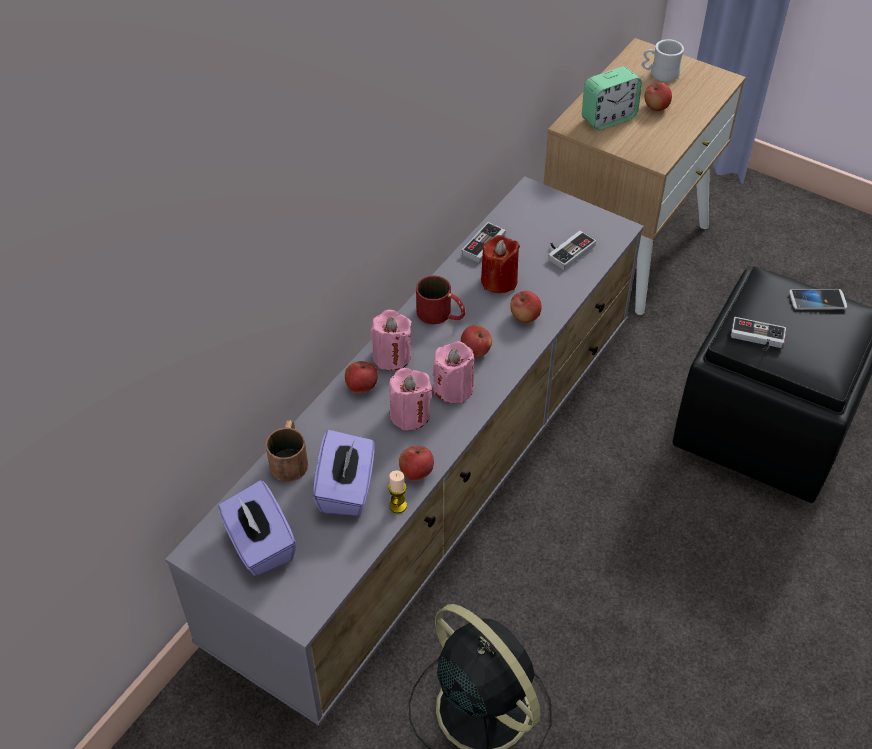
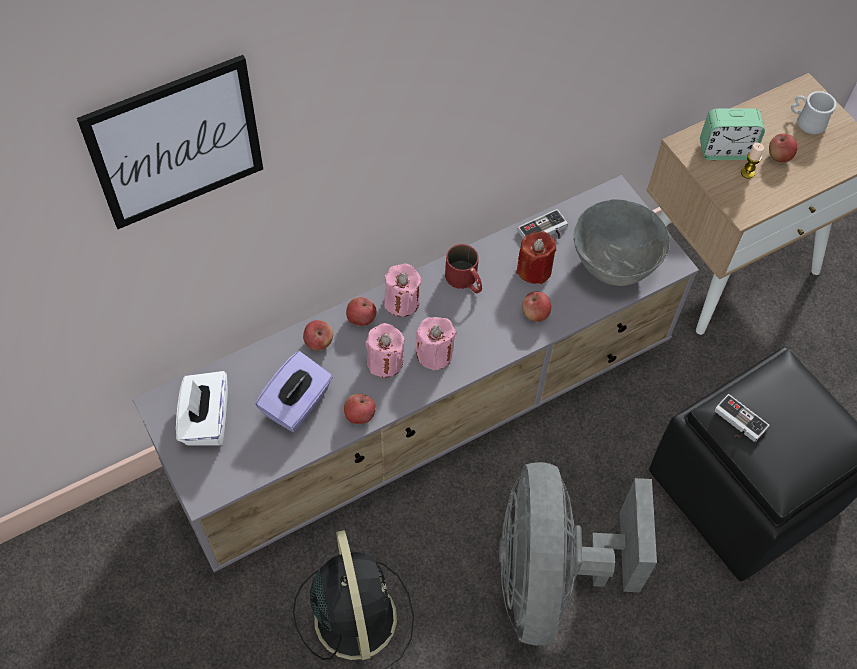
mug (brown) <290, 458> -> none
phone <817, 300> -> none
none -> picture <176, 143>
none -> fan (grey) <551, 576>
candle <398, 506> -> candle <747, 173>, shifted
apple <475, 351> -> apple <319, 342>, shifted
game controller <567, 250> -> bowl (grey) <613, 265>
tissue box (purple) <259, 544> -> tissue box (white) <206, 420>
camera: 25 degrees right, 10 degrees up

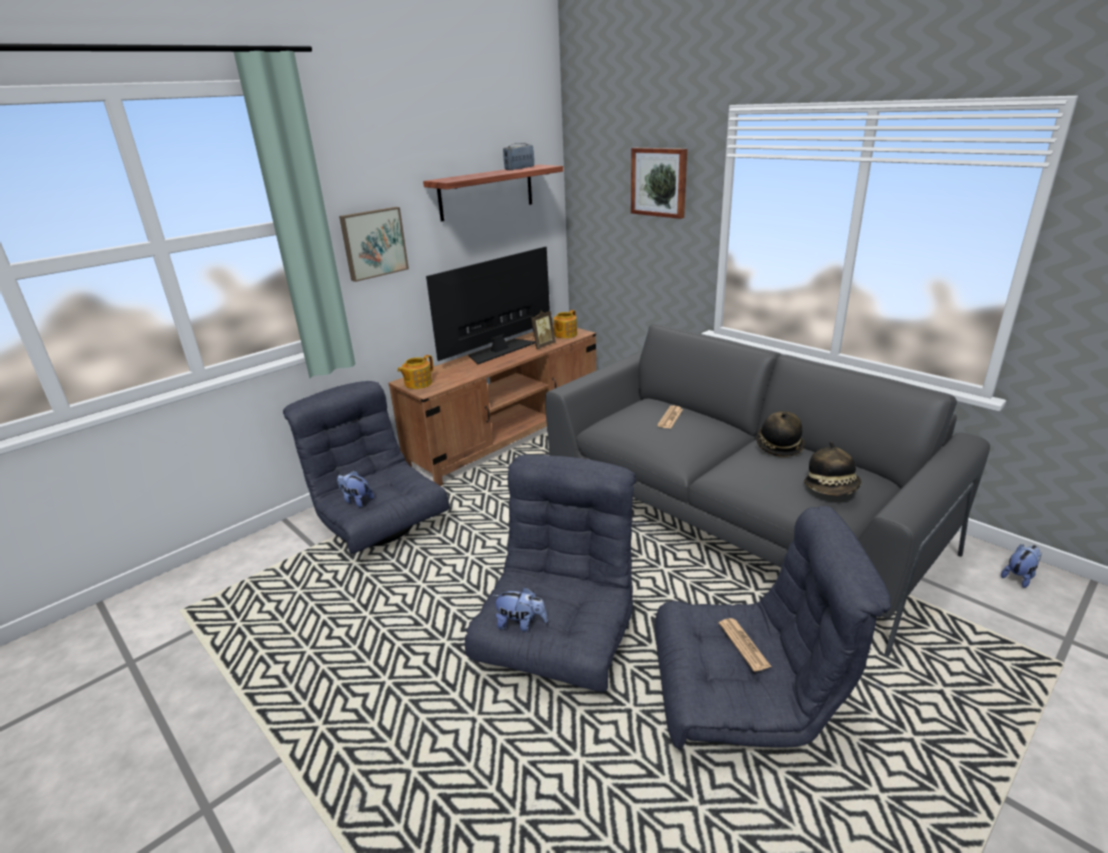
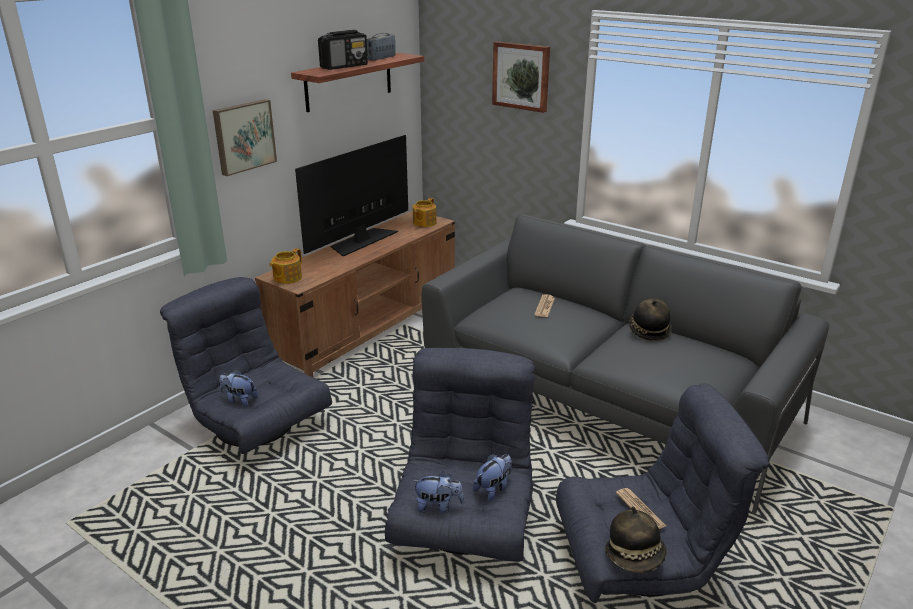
picture frame <542, 346> -> none
none -> radio <344, 66>
hat <831, 488> -> hat <635, 556>, shifted
plush toy <1019, 577> -> plush toy <493, 489>, shifted
camera: 10 degrees left, 0 degrees up

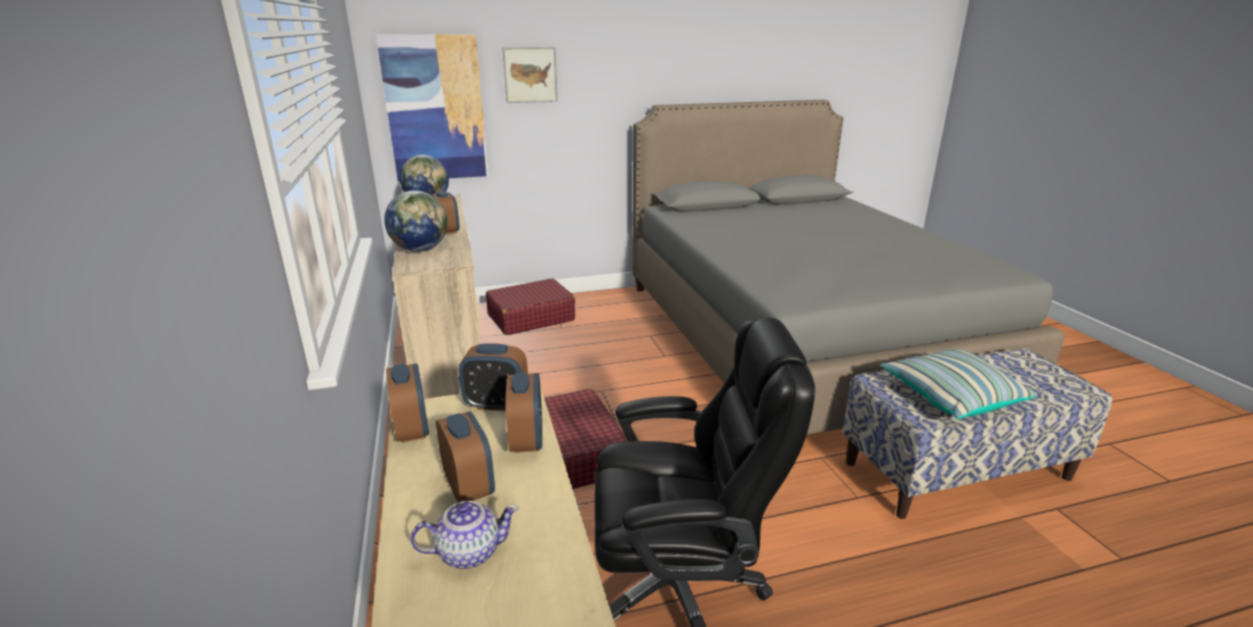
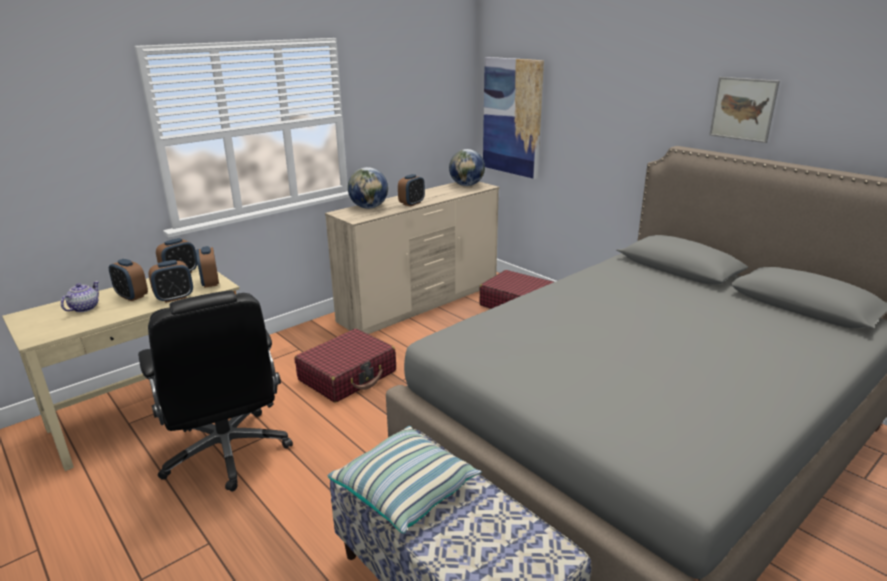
picture <530, 75> -> picture <743, 109>, shifted
teapot <468, 552> -> teapot <84, 308>, 120 degrees counterclockwise
alarm clock <469, 487> -> alarm clock <132, 296>, 90 degrees clockwise
camera: 65 degrees right, 0 degrees up

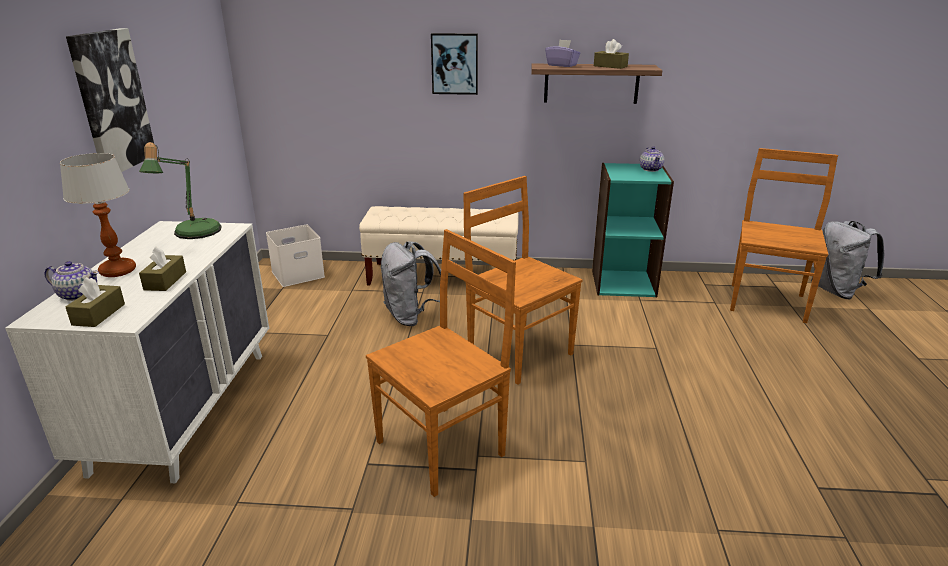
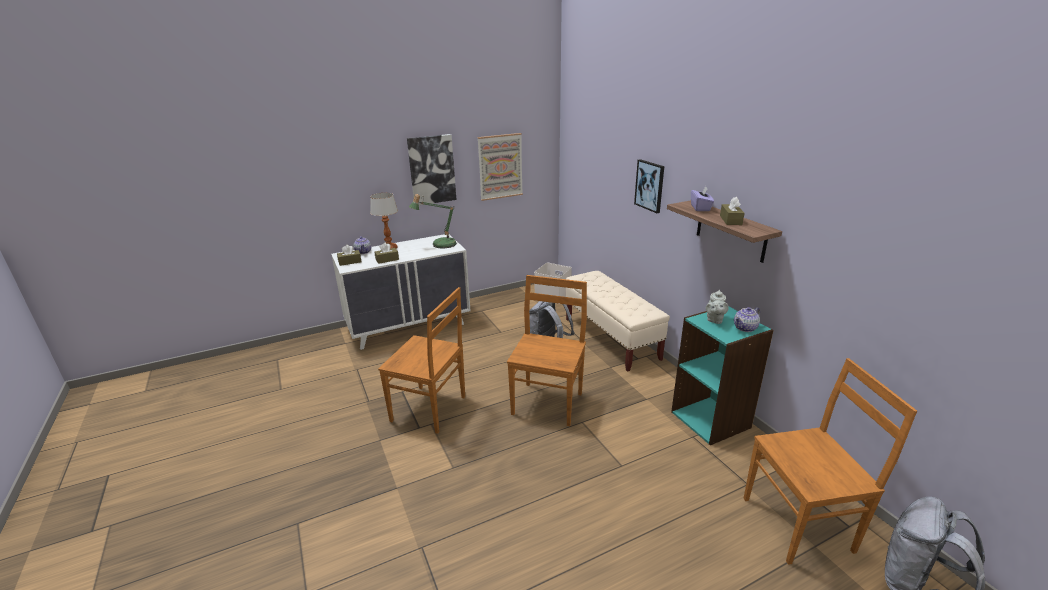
none -> picture <500, 166>
none -> teapot (grey) <714, 320>
camera: 60 degrees right, 0 degrees up

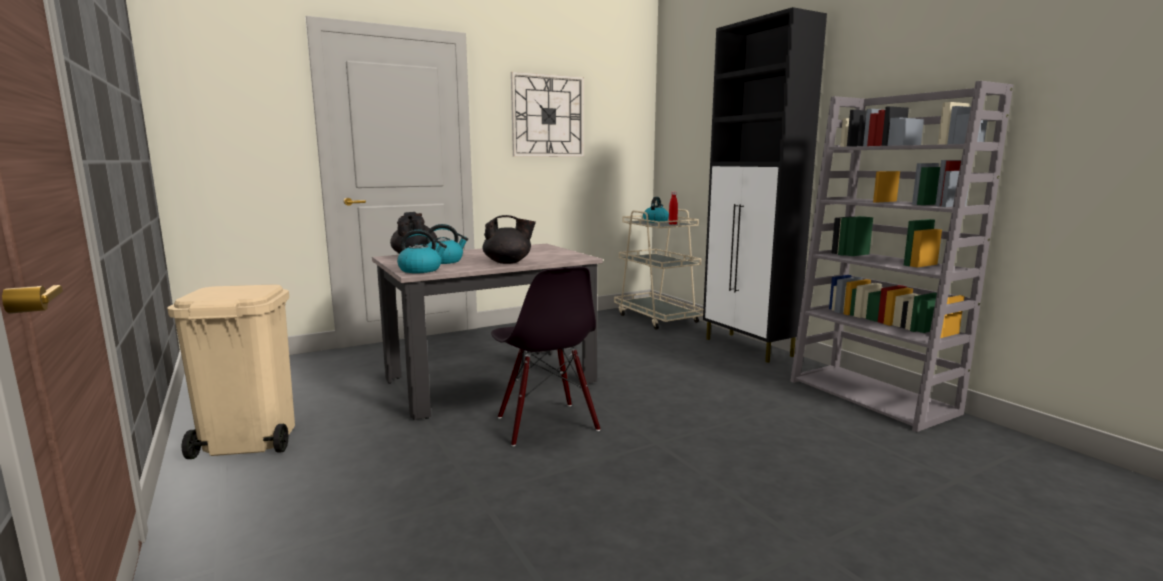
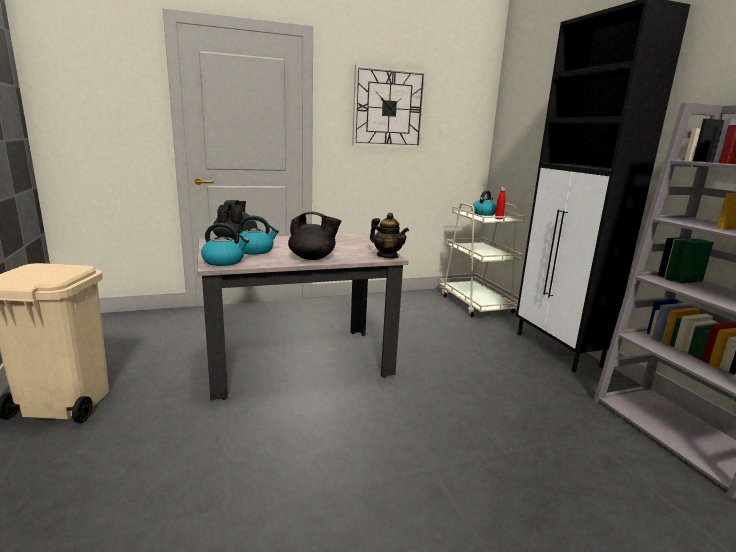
chair (black) <546, 424> -> none
none -> teapot <387, 256>
camera: 10 degrees right, 5 degrees up

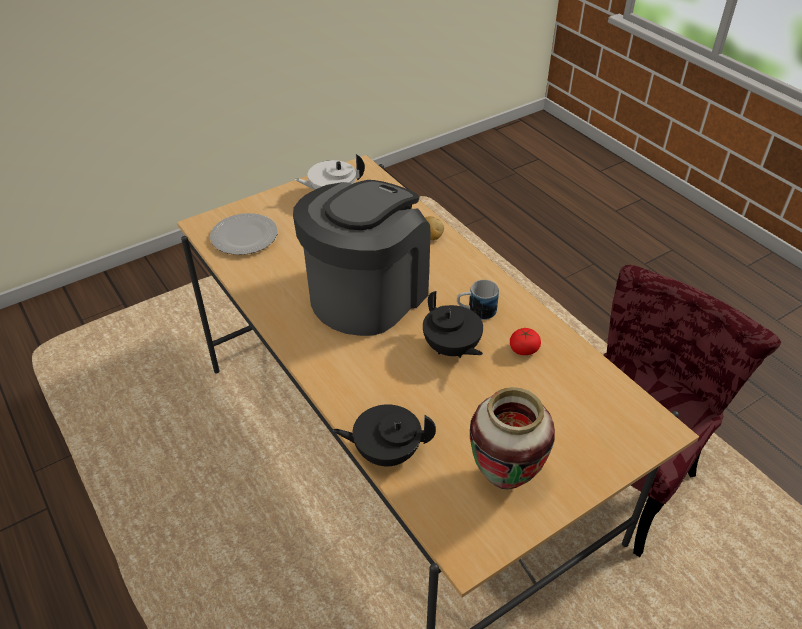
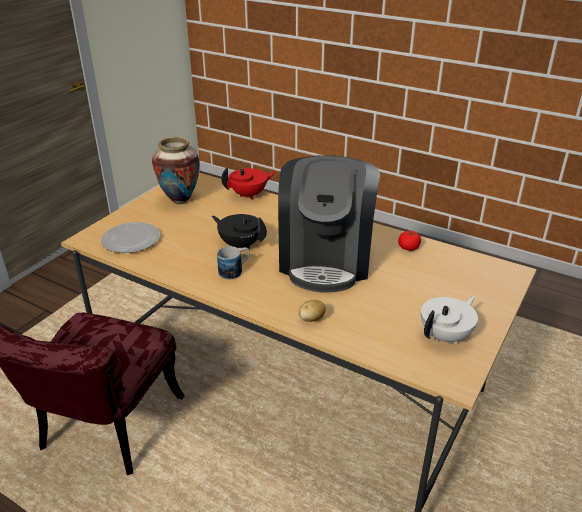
plate <243, 237> -> plate <131, 239>, shifted
tomato <523, 349> -> tomato <408, 247>, shifted
teapot (black) <386, 452> -> teapot (red) <249, 195>
camera: 155 degrees right, 10 degrees down

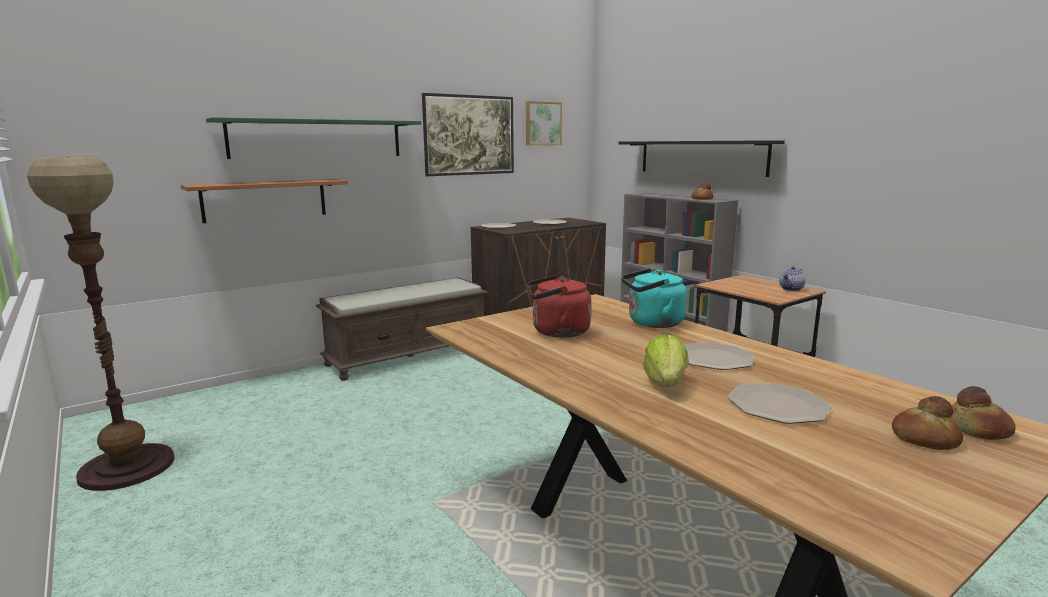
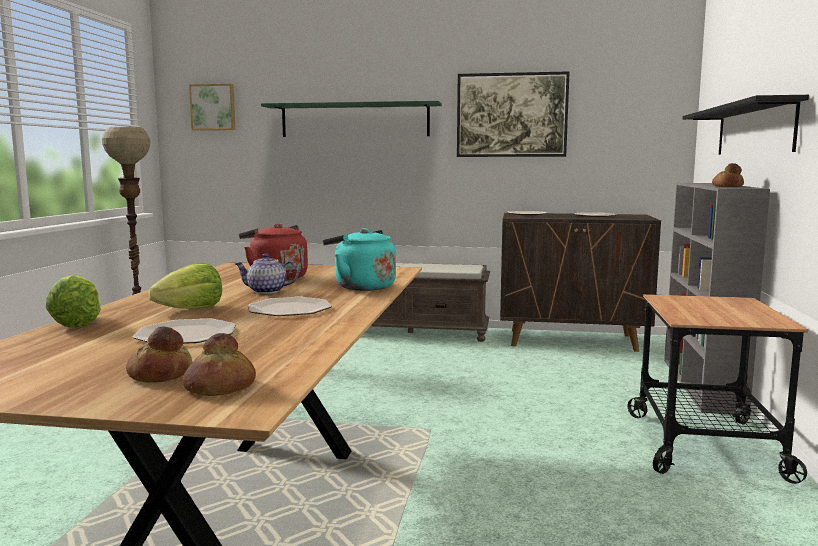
shelf <265, 200> -> none
none -> lettuce <77, 323>
picture <542, 123> -> picture <213, 107>, shifted
teapot <791, 289> -> teapot <266, 291>, shifted
camera: 45 degrees right, 5 degrees down

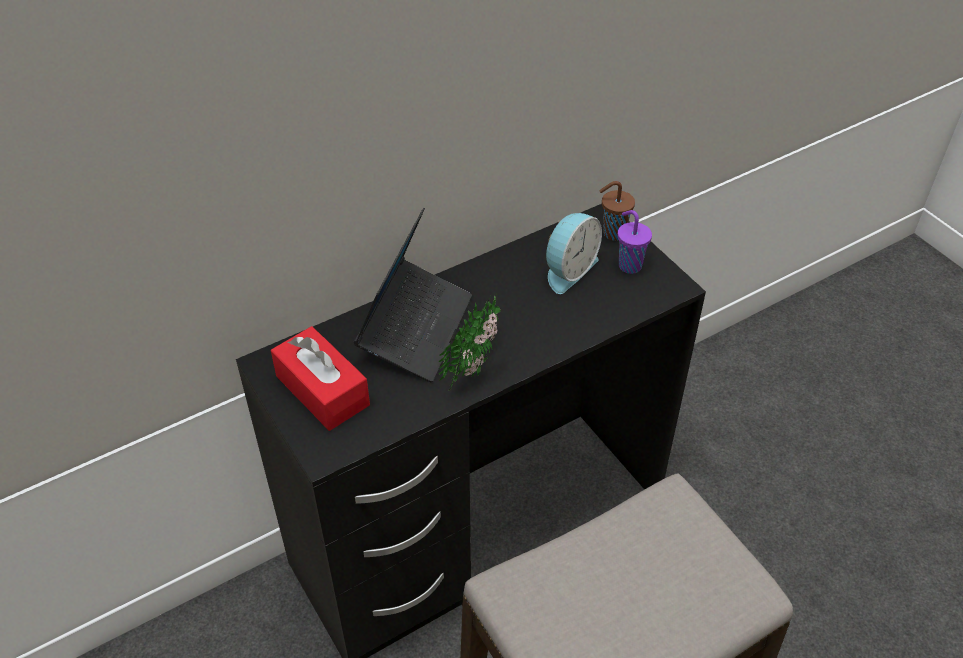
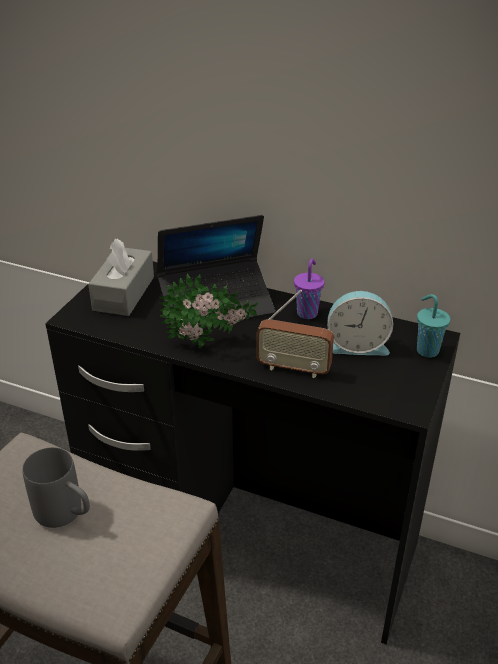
none -> mug (grey) <66, 514>
none -> radio <293, 368>
cup (purple) <629, 265> -> cup (purple) <307, 312>, shifted
tissue box (red) <322, 390> -> tissue box (grey) <124, 293>
cup (brown) <612, 233> -> cup (turquoise) <426, 350>
camera: 55 degrees right, 10 degrees down

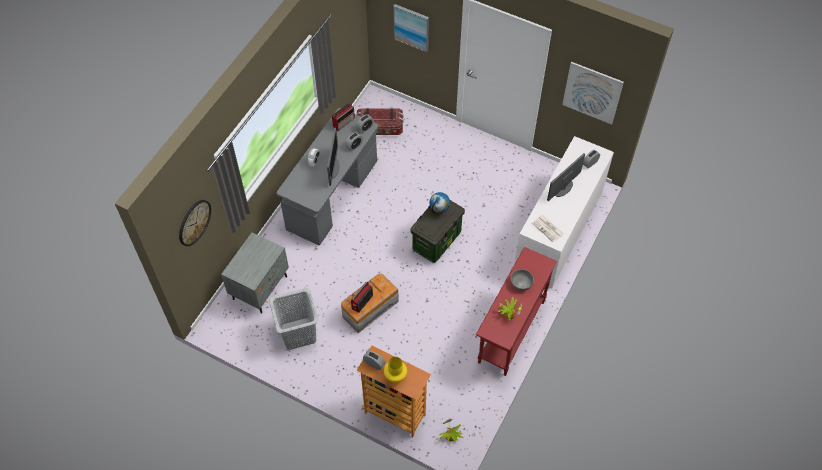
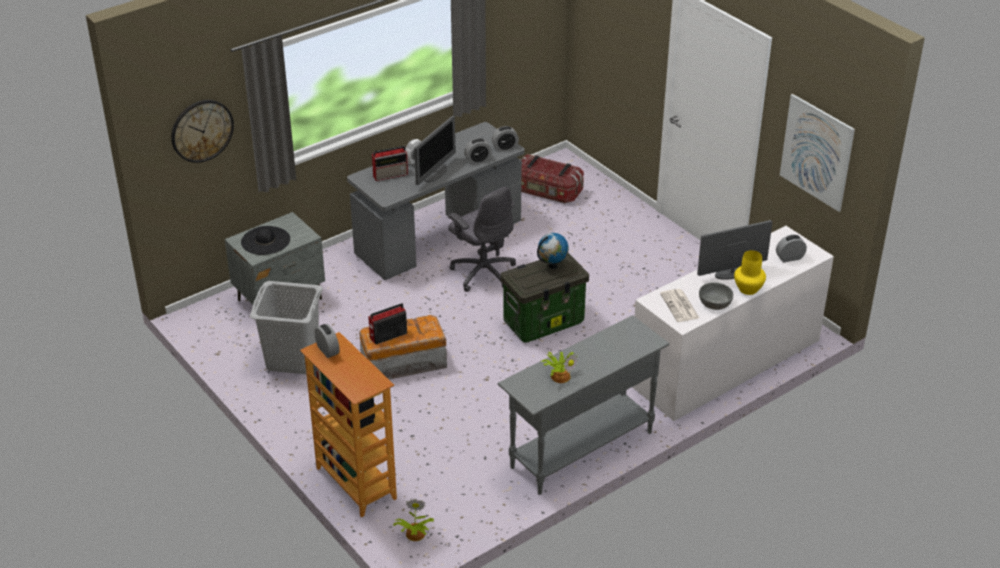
picture <411, 27> -> none
none -> hat (black) <265, 240>
none -> office chair (grey) <483, 272>
radio <344, 122> -> radio <391, 174>, shifted
vase (yellow) <396, 375> -> vase (yellow) <748, 289>, shifted
bowl (grey) <521, 283> -> bowl (grey) <715, 303>, shifted
console table (red) <511, 332> -> console table (grey) <581, 449>
camera: 25 degrees right, 20 degrees down

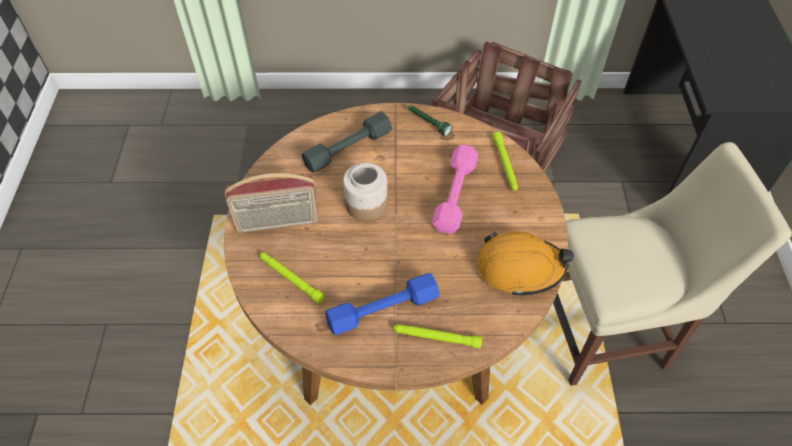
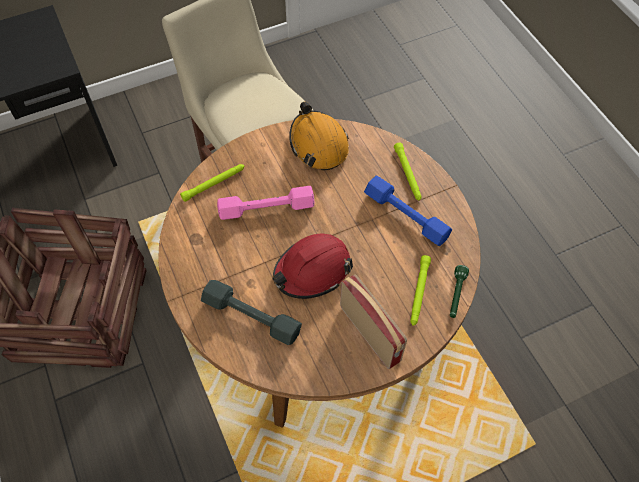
flashlight (green) <428, 123> -> flashlight (green) <456, 295>, shifted
jar <366, 204> -> hard hat (red) <312, 270>
camera: 115 degrees left, 5 degrees up

